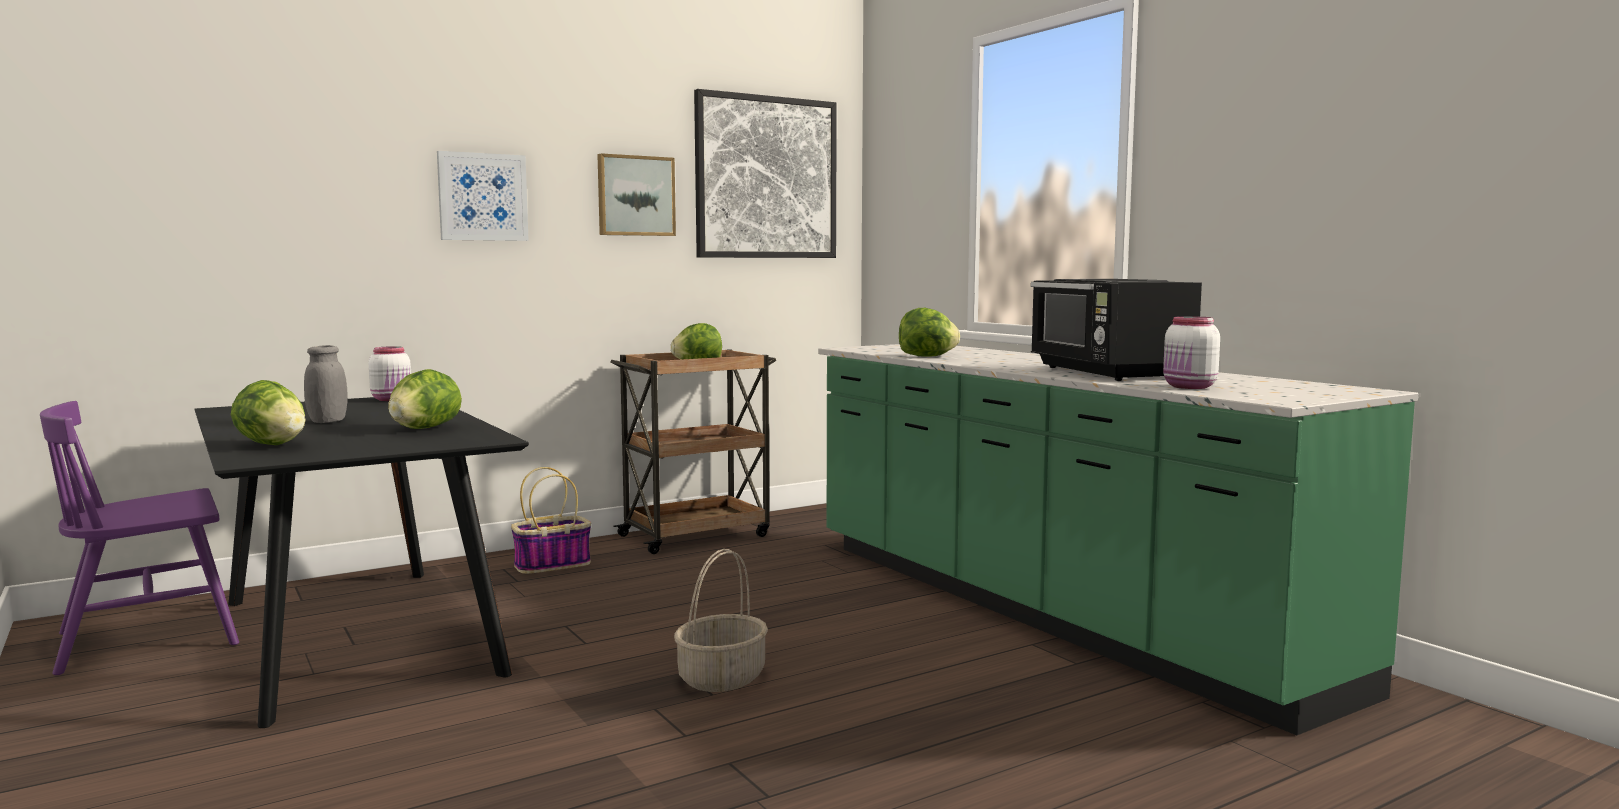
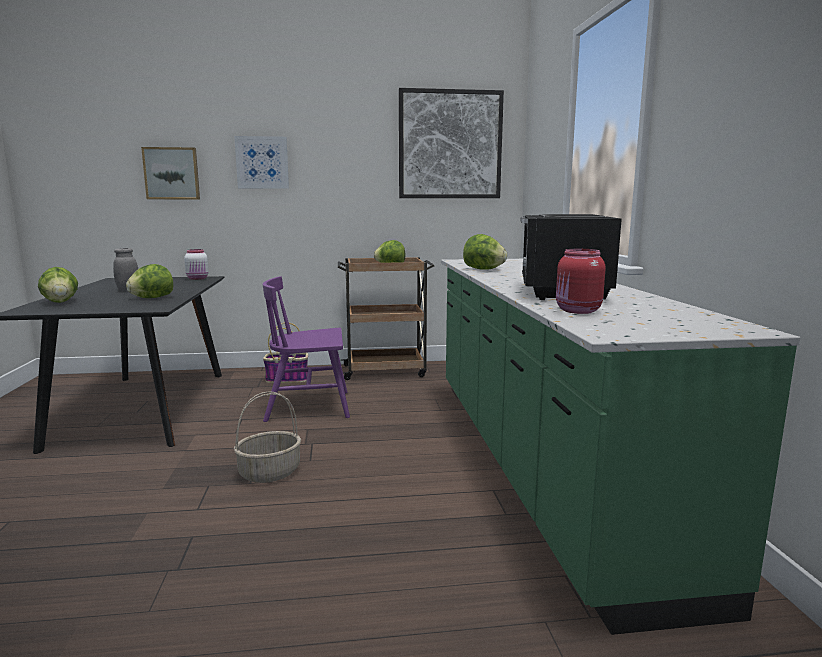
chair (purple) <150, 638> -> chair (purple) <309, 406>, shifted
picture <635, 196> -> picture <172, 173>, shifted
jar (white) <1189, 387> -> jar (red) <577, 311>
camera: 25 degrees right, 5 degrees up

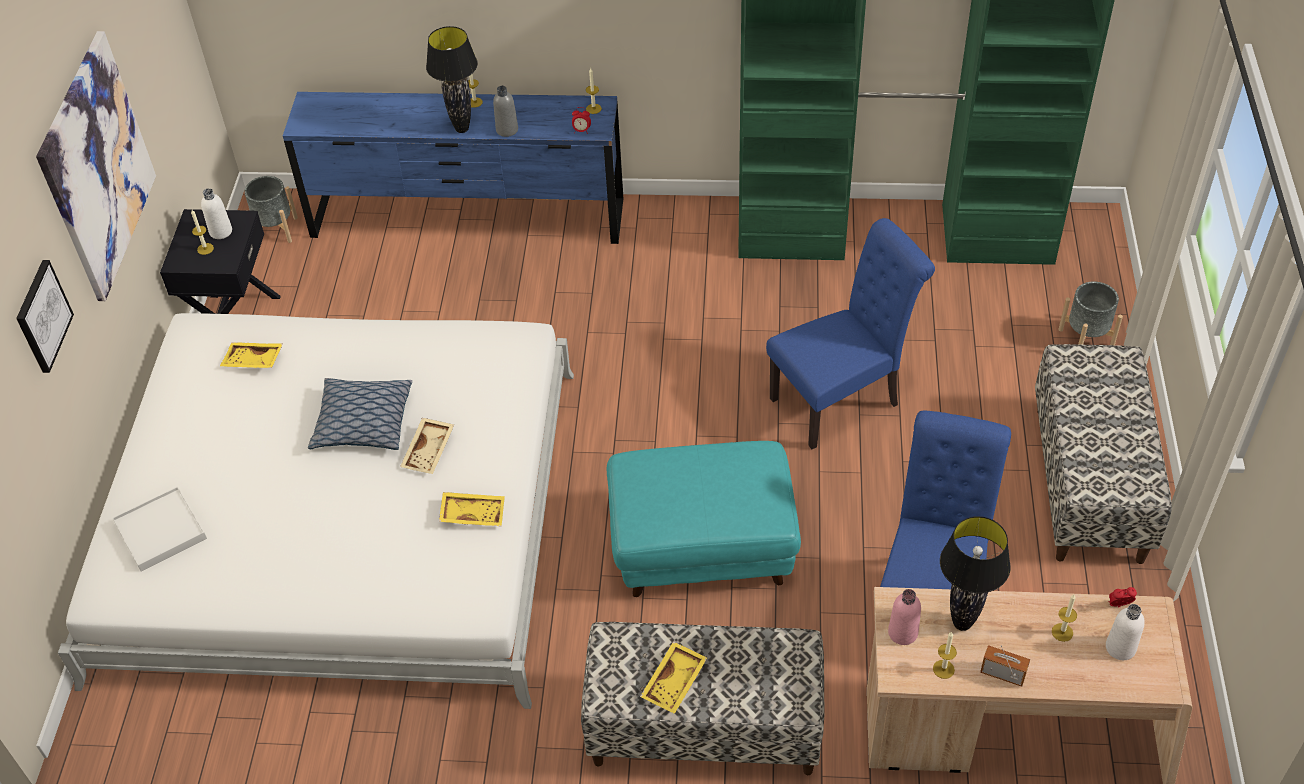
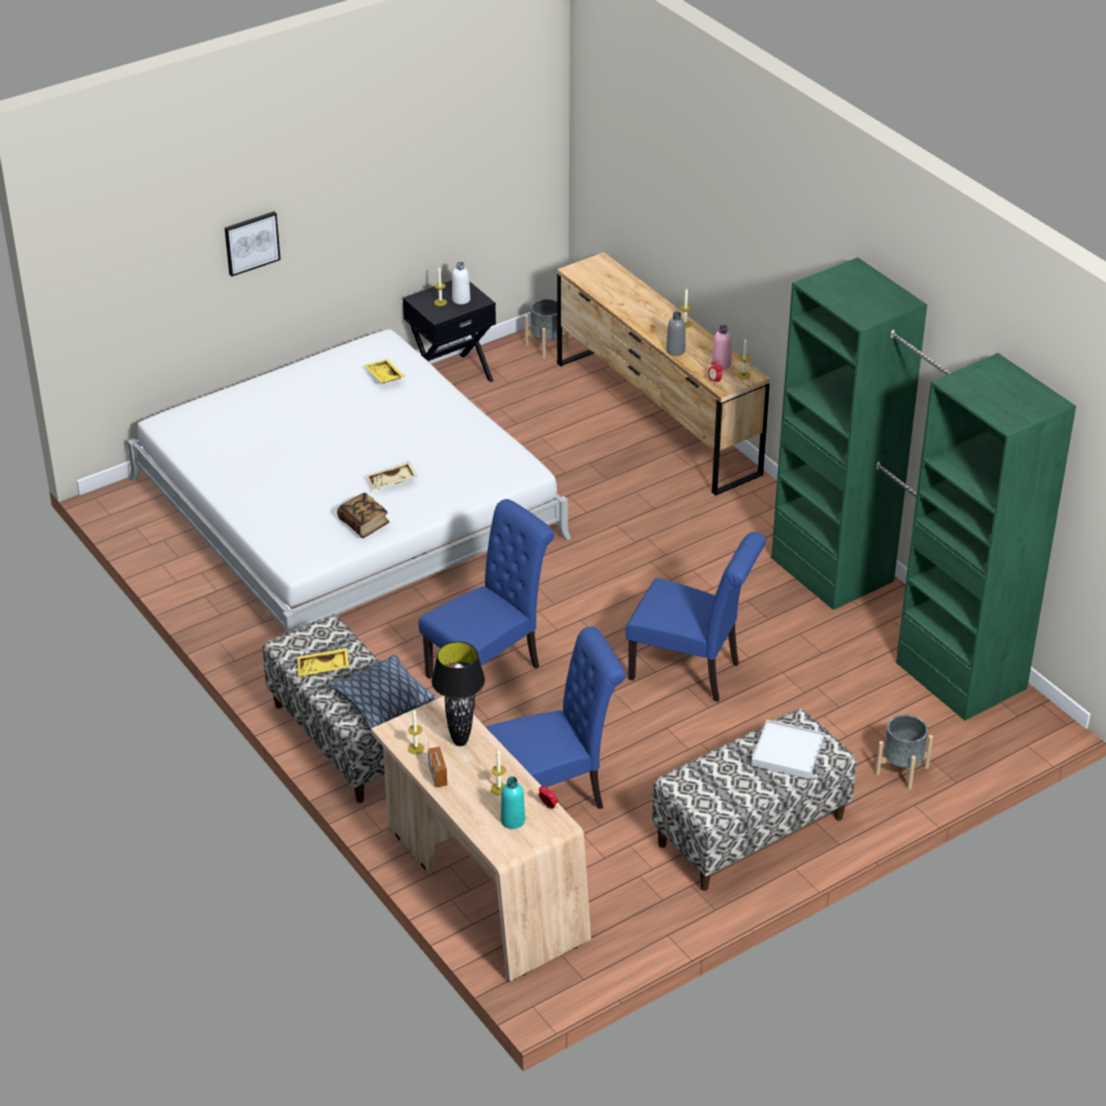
picture <97, 167> -> none
table lamp (black) <462, 129> -> none
tray (white) <161, 531> -> tray (white) <788, 752>, shifted
pillow <363, 423> -> pillow <383, 701>, shifted
bottle (pink) <903, 633> -> bottle (pink) <721, 364>, shifted
tray (yellow) <473, 513> -> book <364, 524>
ottoman (turquoise) <703, 546> -> chair (blue) <489, 669>
dresser (blue) <467, 218> -> dresser (brown) <656, 418>
bottle (white) <1120, 648> -> bottle (turquoise) <512, 820>
camera: 50 degrees right, 10 degrees down

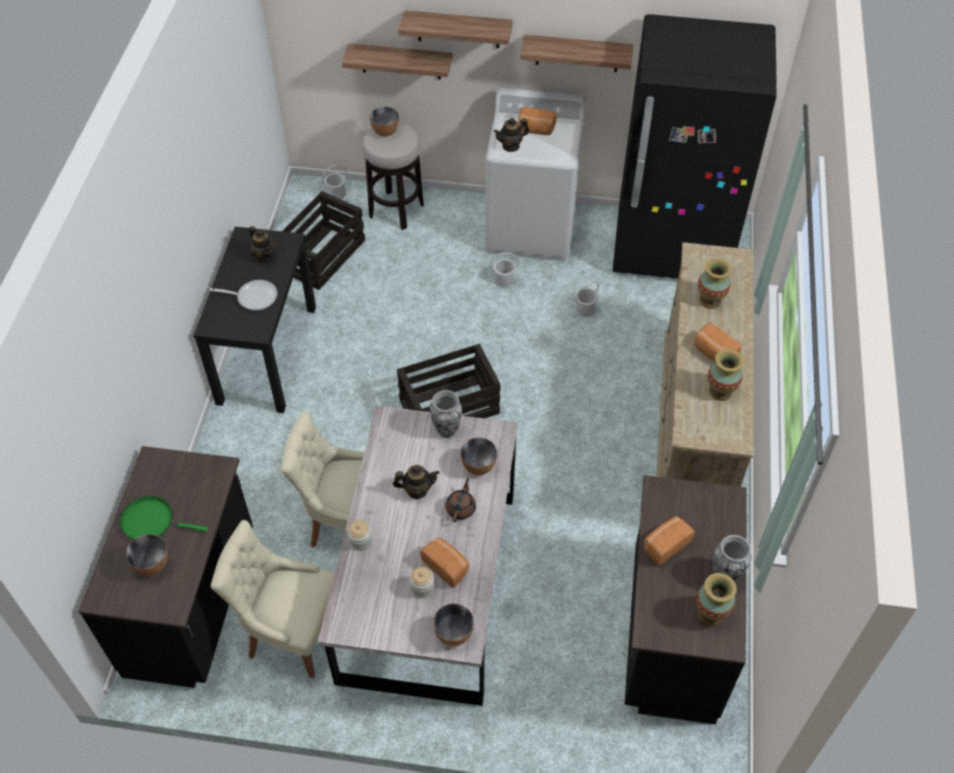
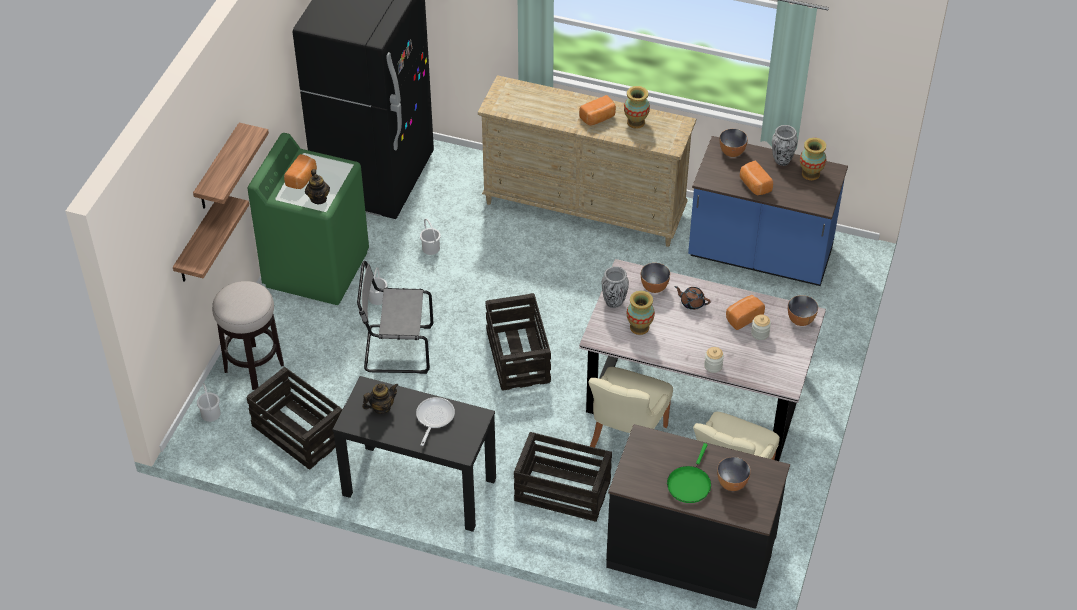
teapot <417, 490> -> none
shelf <577, 53> -> none
none -> chair (grey) <395, 349>
none -> crate <561, 491>
bowl <385, 132> -> bowl <732, 152>, shifted
vase <710, 300> -> vase <639, 327>, shifted
washing machine (white) <531, 228> -> washing machine (green) <317, 268>
counter (black) <670, 634> -> counter (blue) <759, 256>
camera: 80 degrees left, 5 degrees down

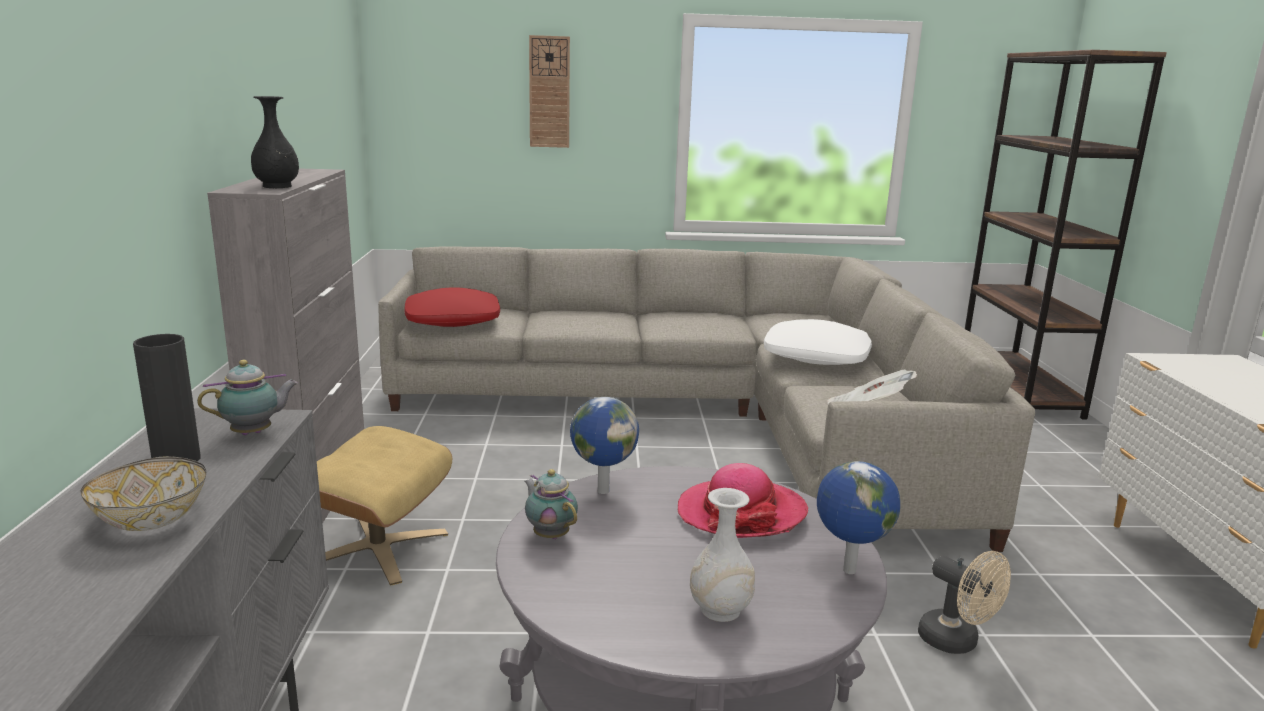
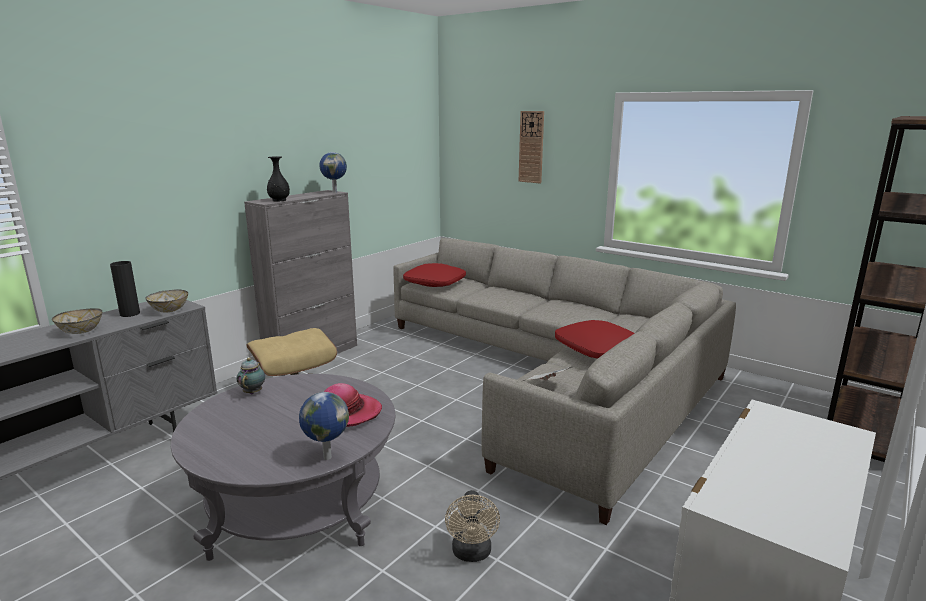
vase (white) <720, 610> -> none
globe <602, 490> -> globe <335, 192>, shifted
teapot <255, 433> -> bowl <169, 310>
pillow (white) <817, 356> -> pillow (red) <598, 349>
camera: 40 degrees right, 0 degrees up

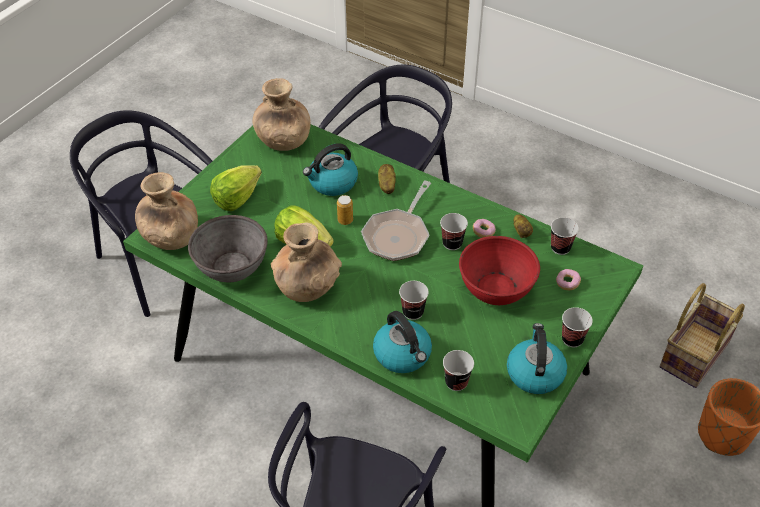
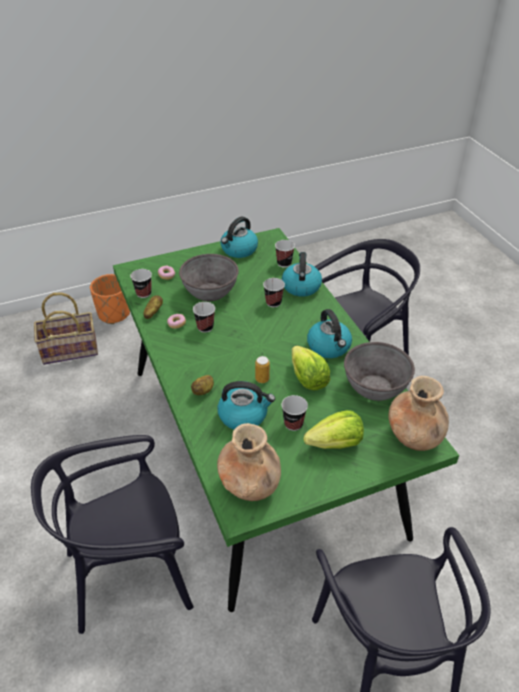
frying pan <398, 235> -> none
cup <572, 339> -> cup <293, 424>, shifted
vase (brown) <307, 287> -> kettle <329, 347>
bowl (red) <496, 288> -> bowl (grey) <210, 291>
camera: 145 degrees left, 5 degrees down

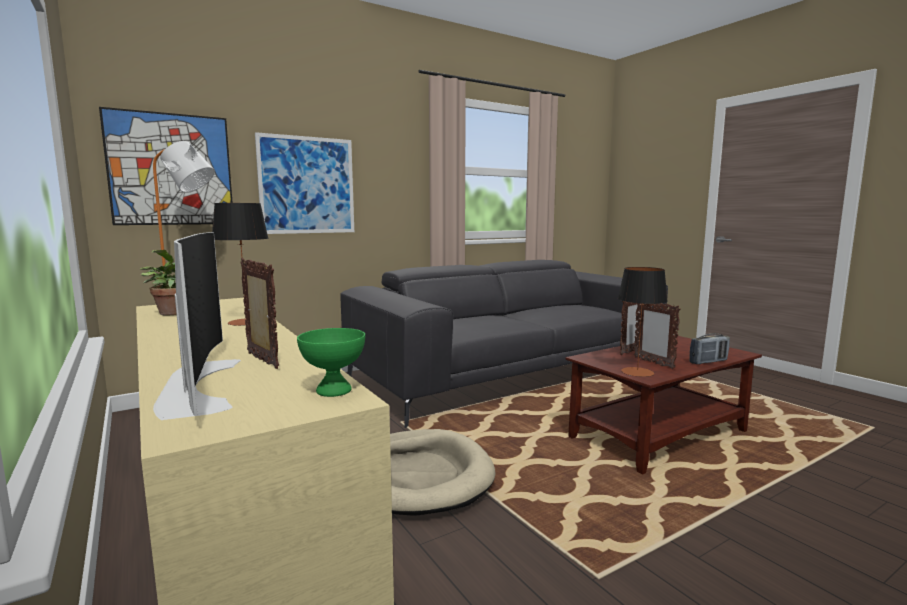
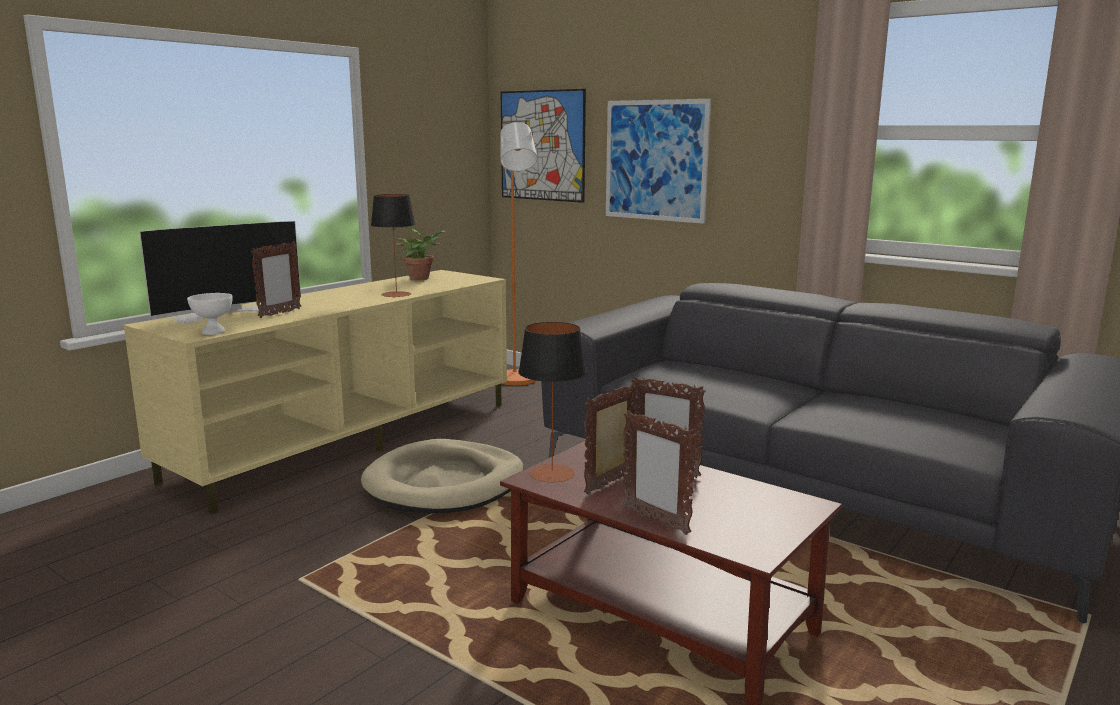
radio <708, 362> -> picture frame <655, 521>
bowl (green) <334, 390> -> bowl (white) <214, 332>
camera: 70 degrees right, 5 degrees up

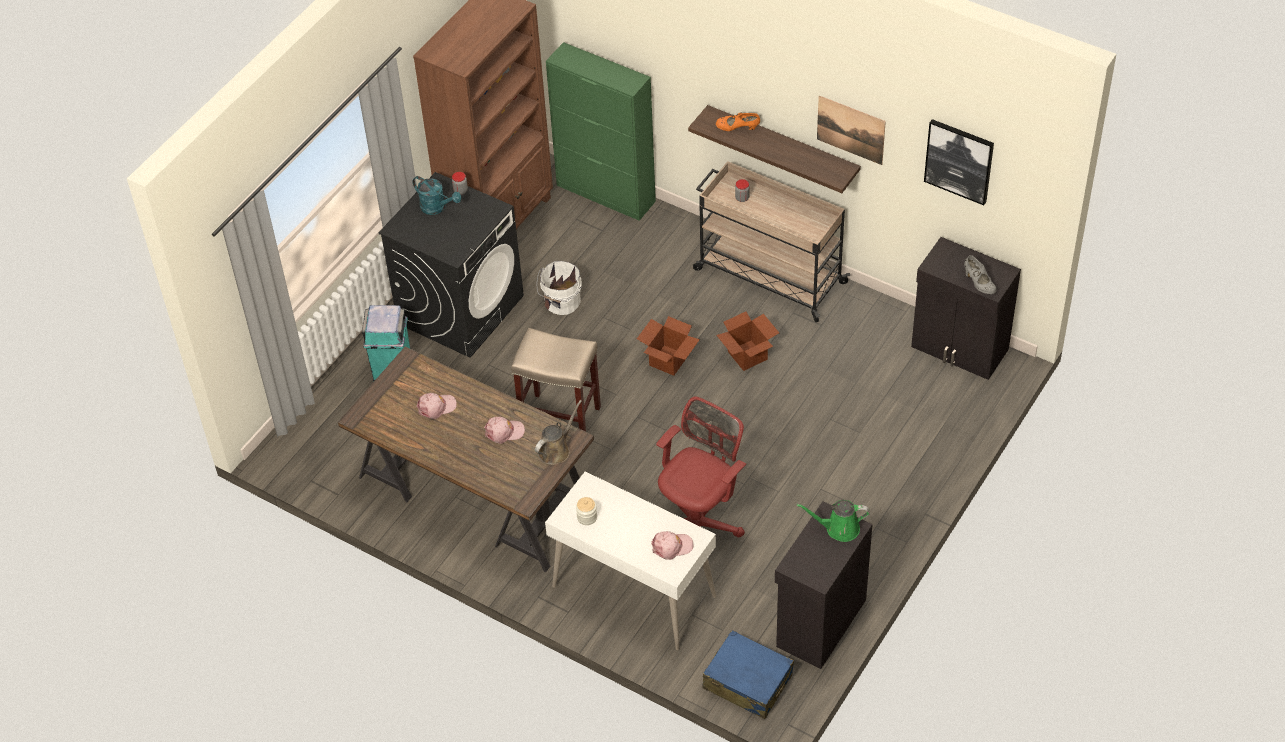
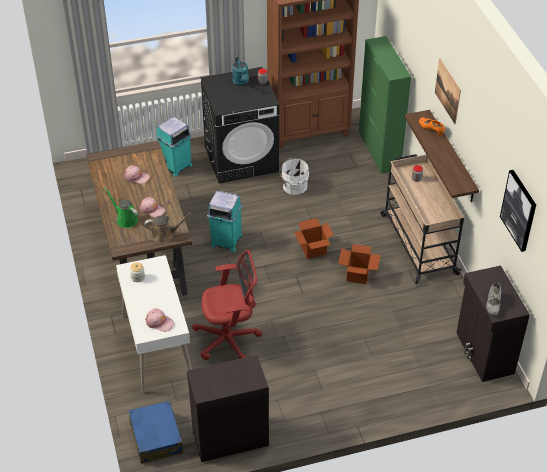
watering can (green) <839, 528> -> watering can (green) <125, 219>, shifted
picture <851, 130> -> picture <447, 91>, shifted
stool (beige) <561, 419> -> trash can (turquoise) <226, 241>
camera: 40 degrees right, 5 degrees down

